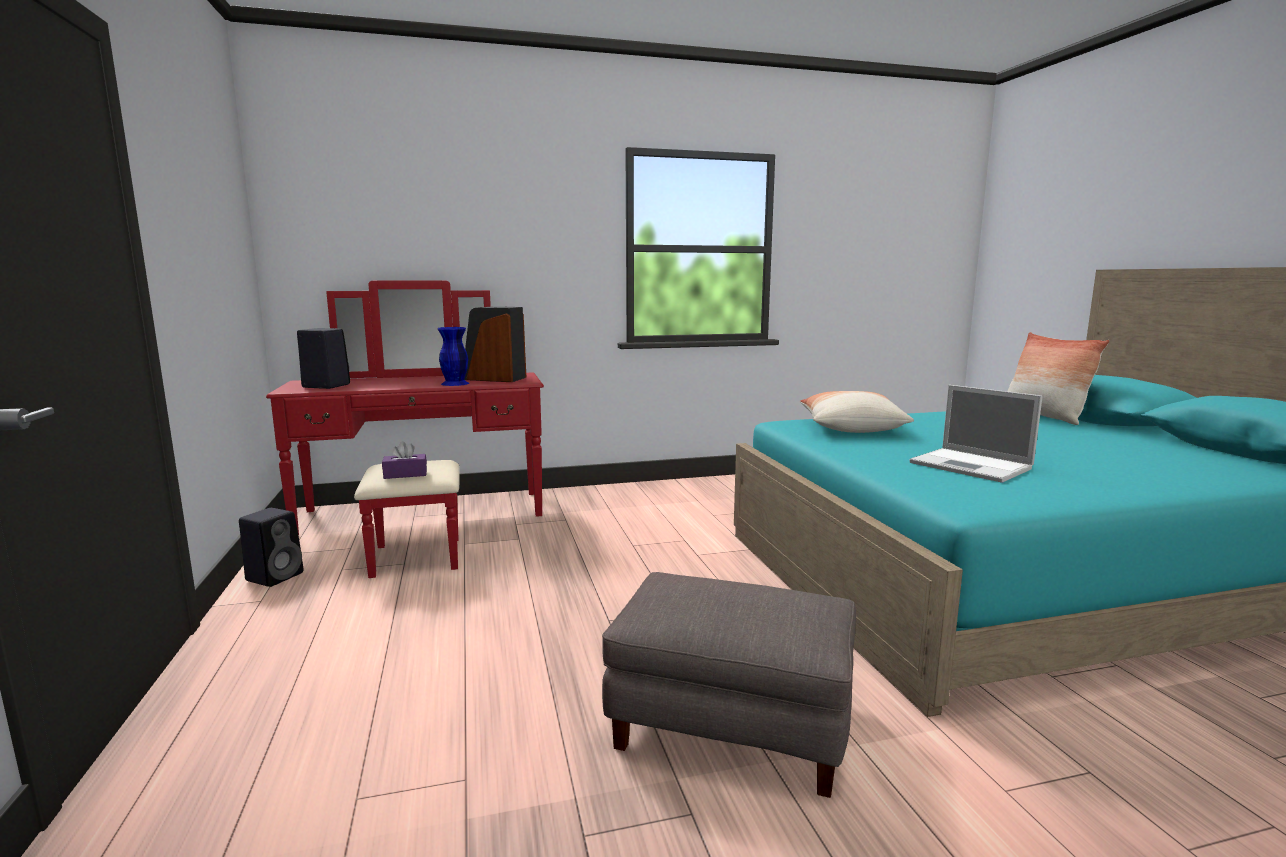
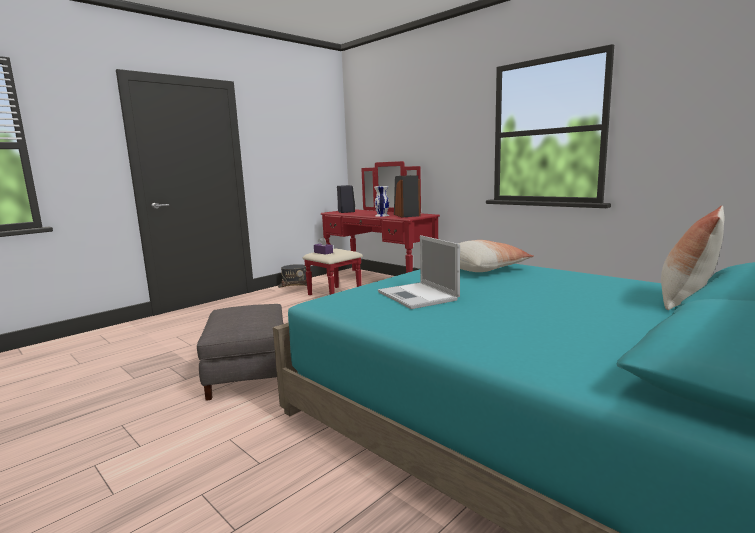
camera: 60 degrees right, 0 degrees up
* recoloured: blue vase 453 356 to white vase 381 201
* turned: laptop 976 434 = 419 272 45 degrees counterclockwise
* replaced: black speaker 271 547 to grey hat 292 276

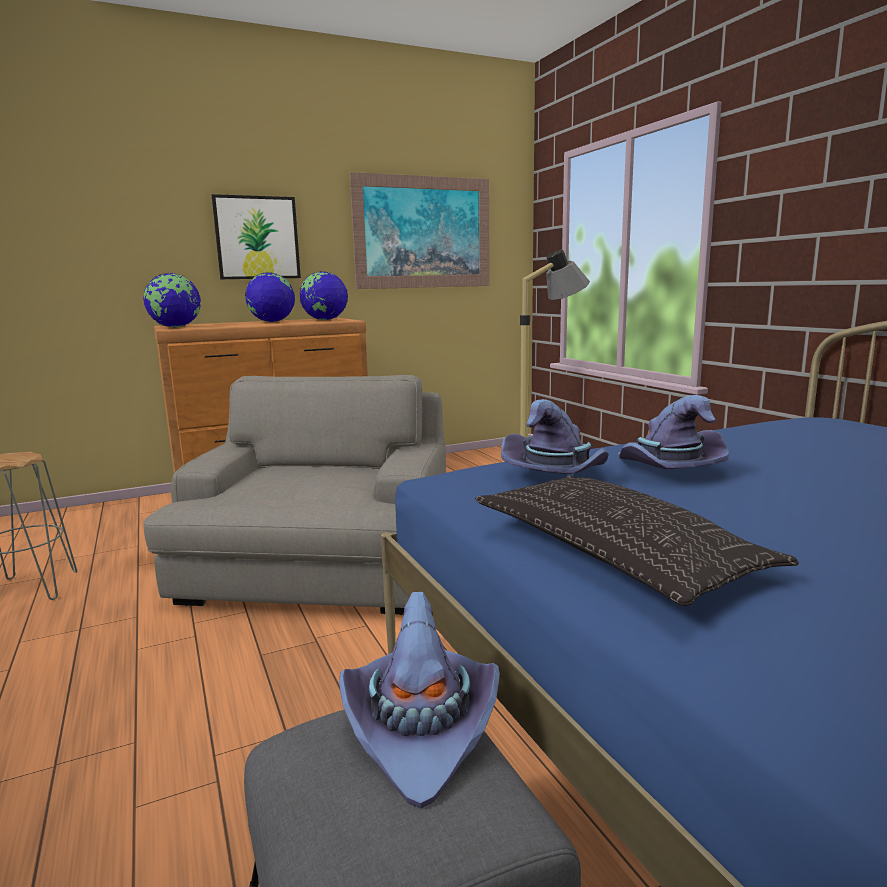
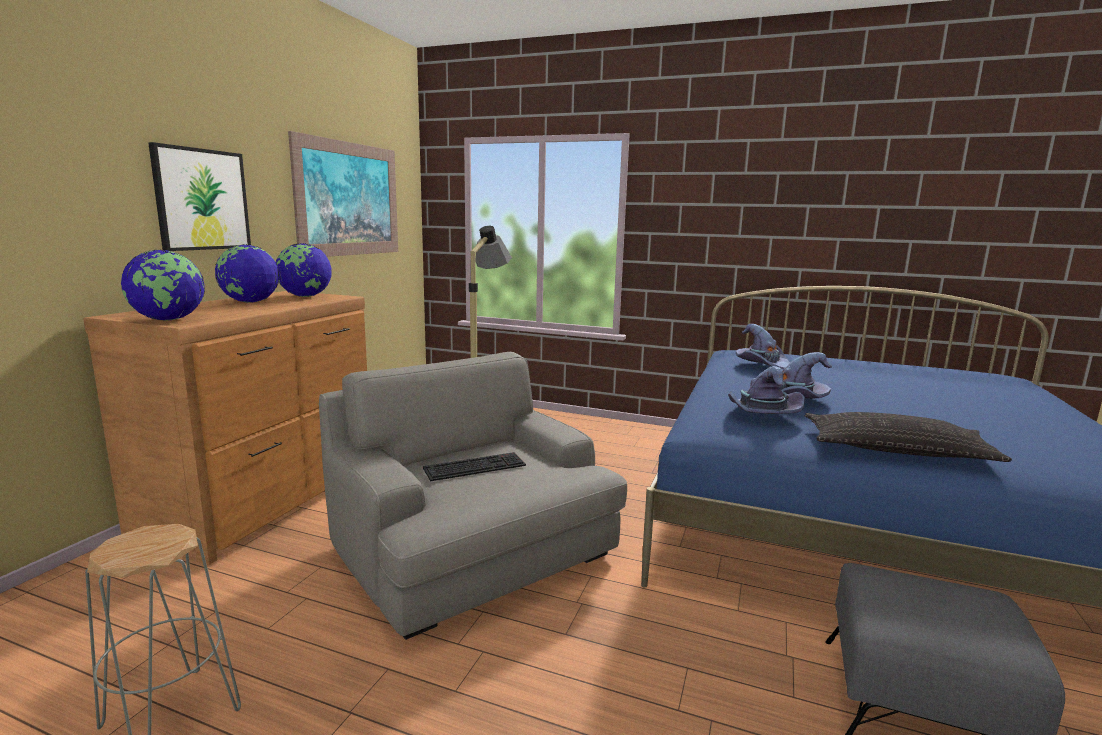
camera: 45 degrees left, 0 degrees up
* moved: purple hat 419 700 to 763 346
* added: keyboard 474 466

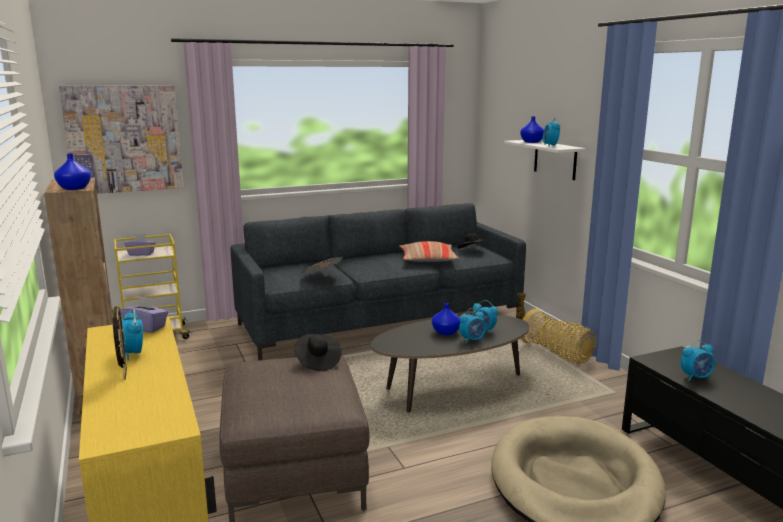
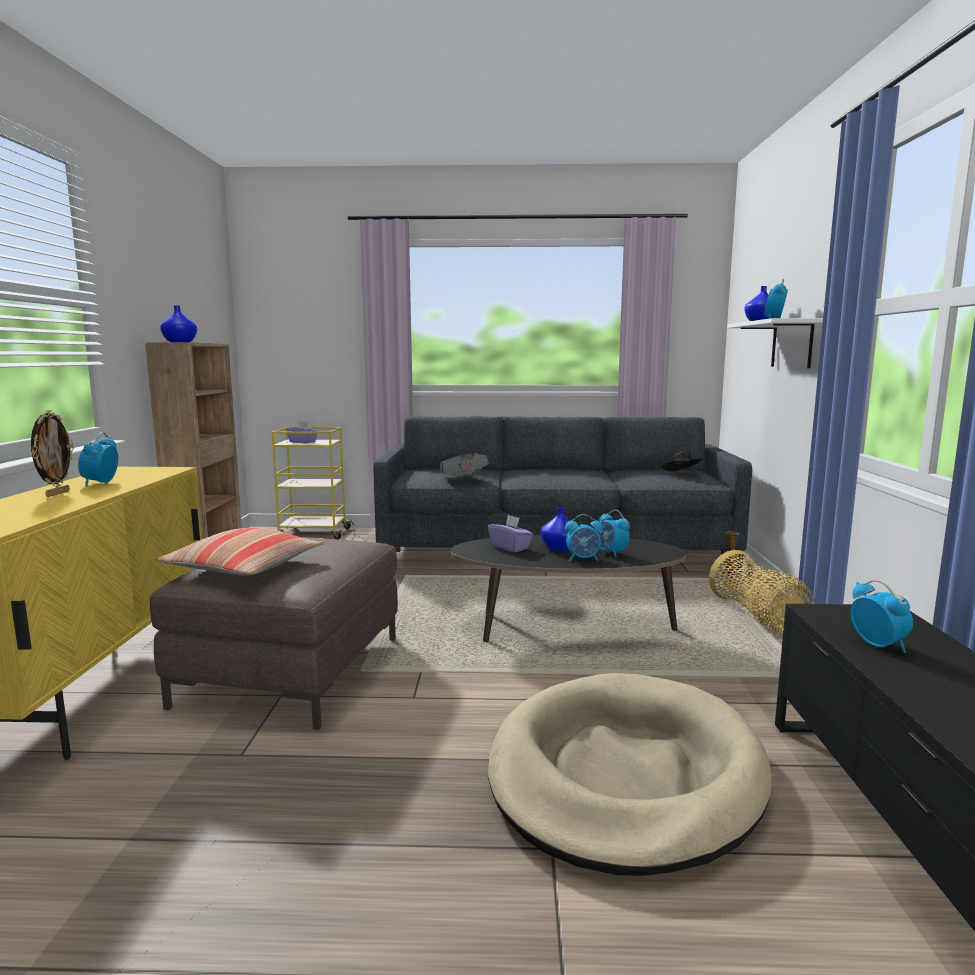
camera: 25 degrees right, 5 degrees down
* removed: picture 121 139
* moved: pillow 429 251 to 240 552
* moved: purple tissue box 144 314 to 510 533
* removed: black hat 318 352
* turned: alarm clock 698 360 = 881 616 120 degrees counterclockwise

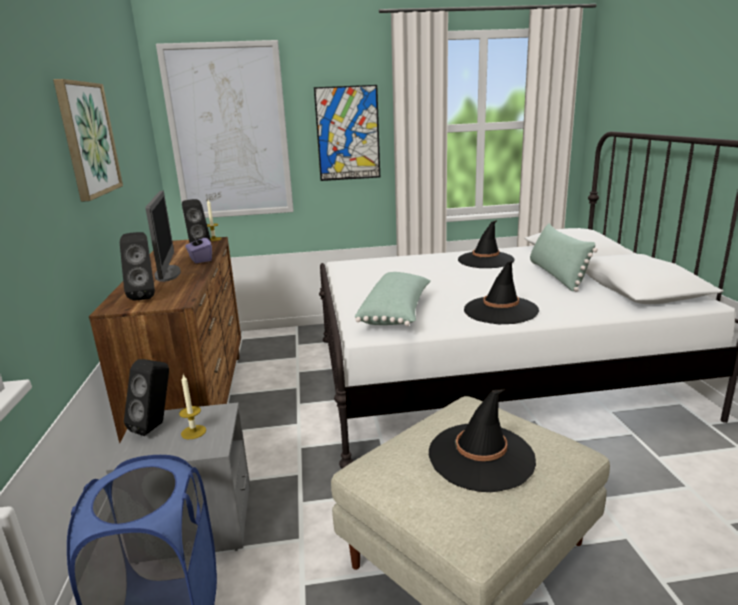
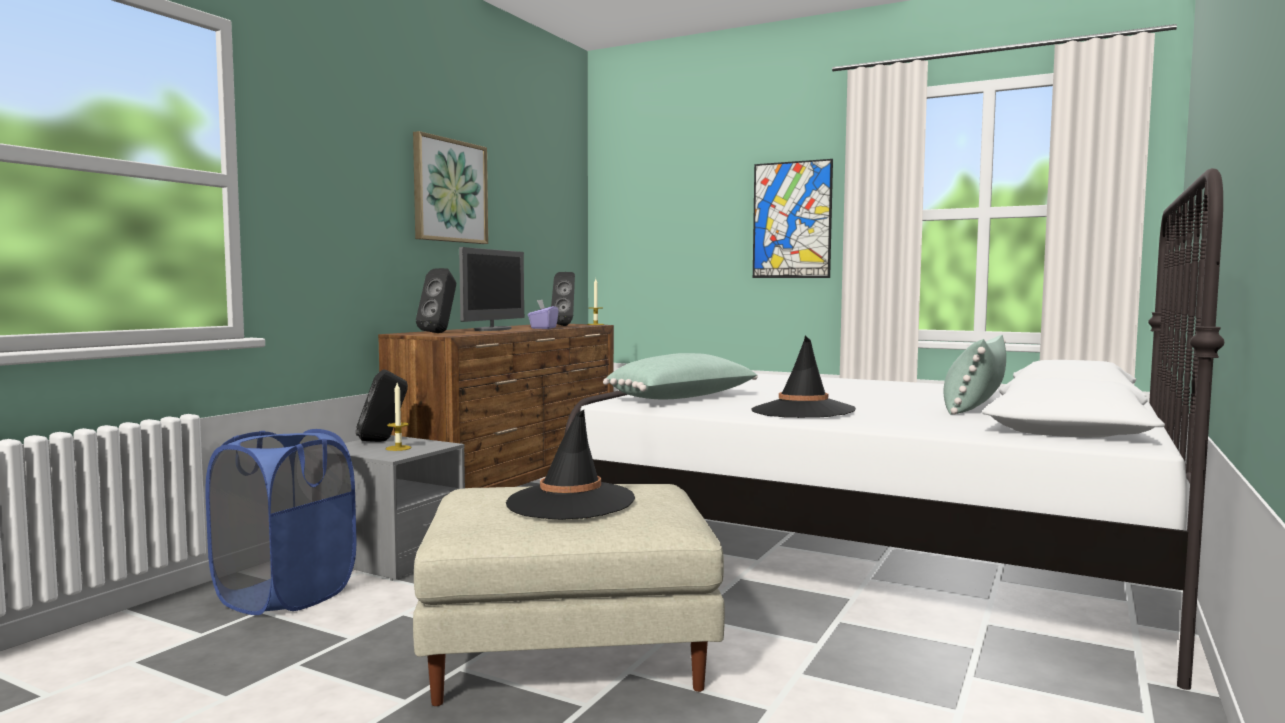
camera: 35 degrees right, 15 degrees down
* removed: picture 225 129
* removed: black hat 486 244

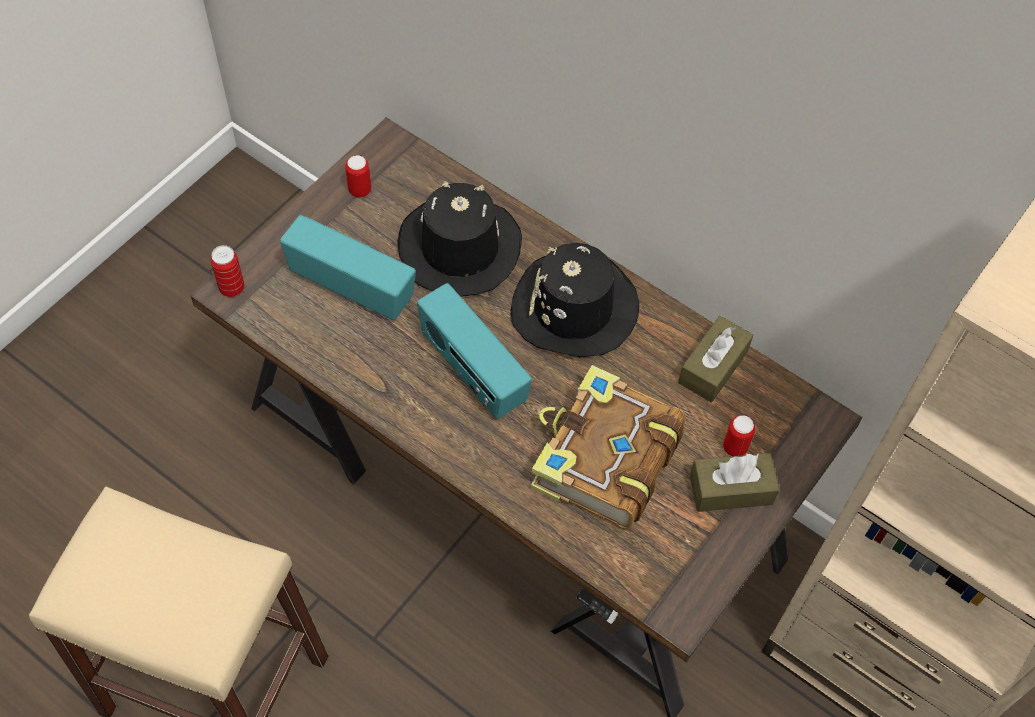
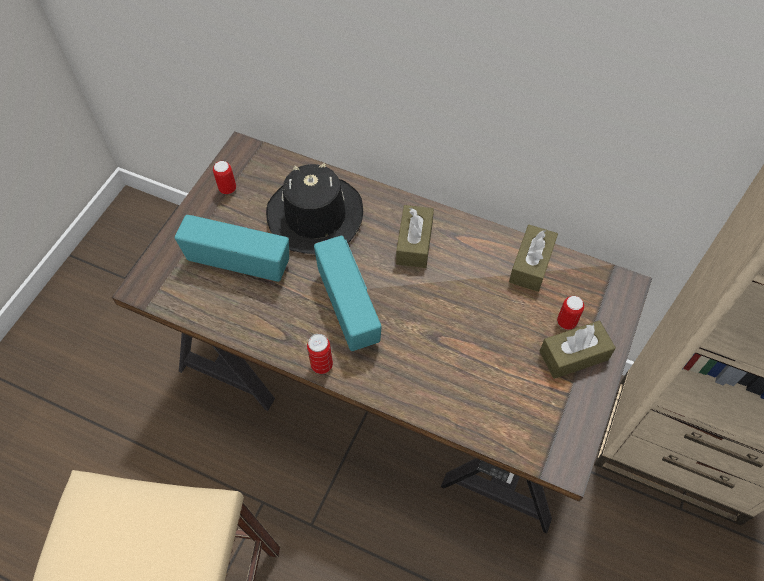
camera: 10 degrees left, 0 degrees up
* replaced: black hat 574 300 to brown tissue box 415 236
* moved: can 228 271 to 320 354
* turned: radio 474 351 = 348 293 150 degrees counterclockwise
* removed: book 608 447

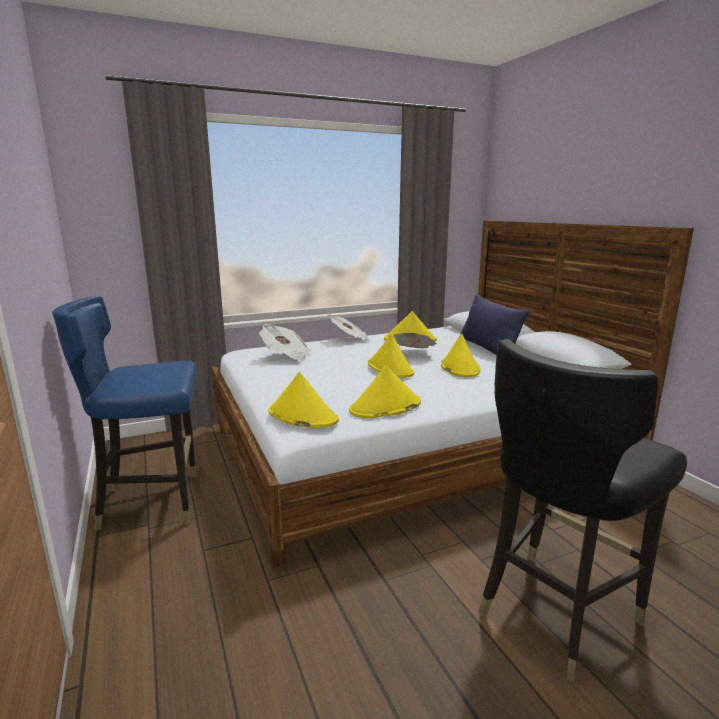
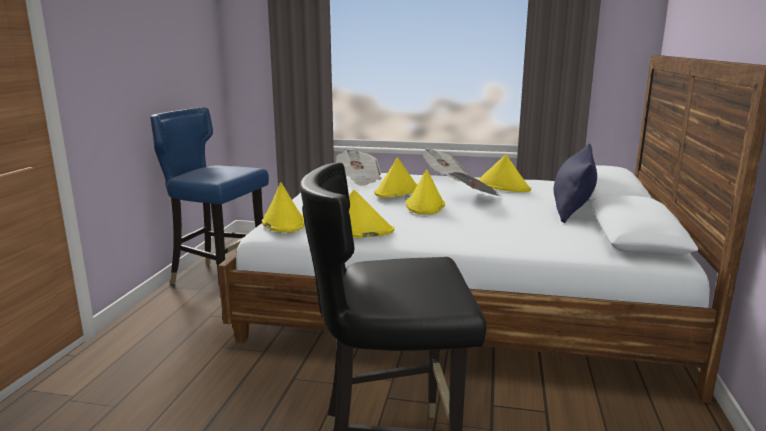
camera: 35 degrees right, 0 degrees up
* moved: yellow hat 461 355 to 396 177

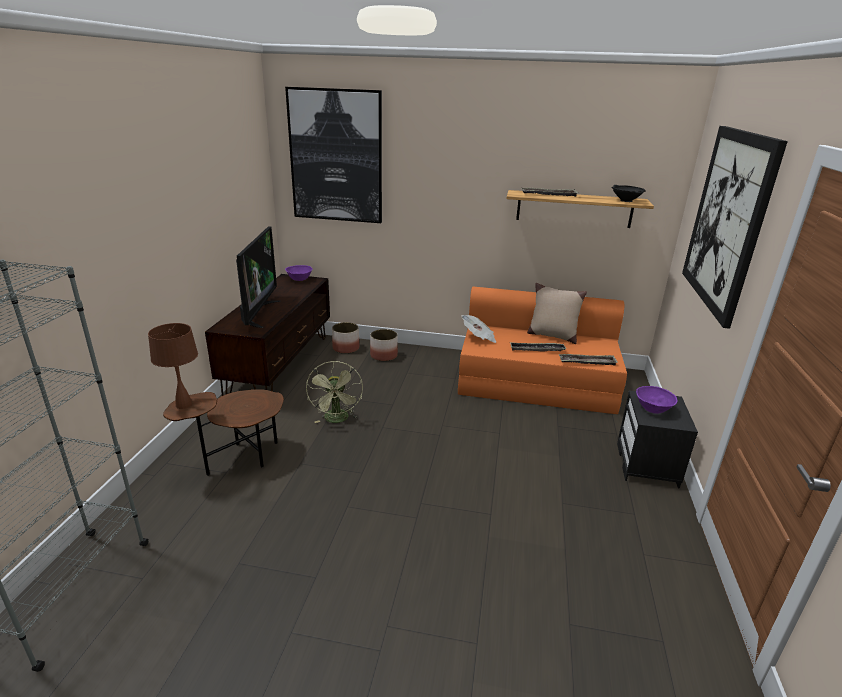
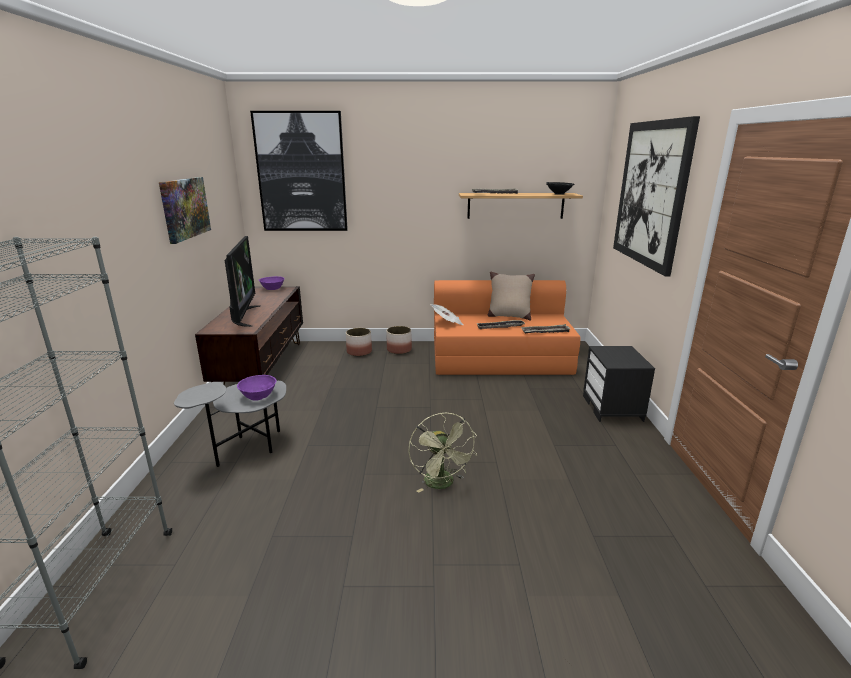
camera: 10 degrees left, 5 degrees down
* moved: planter 345 338 to 399 340
* removed: brown table lamp 173 366
* moved: green fan 334 392 to 442 452
* moved: purple bowl 656 400 to 257 388
* recoloured: brown side table 223 432 to grey side table 230 424
* added: picture 185 210

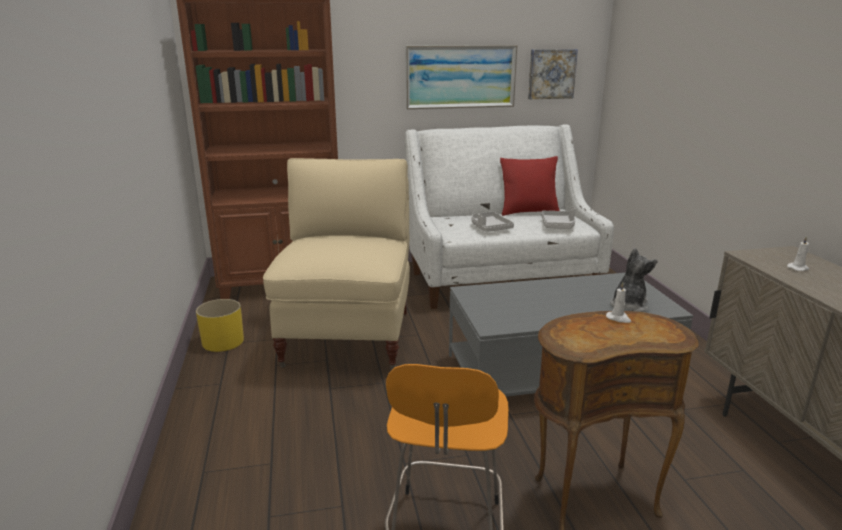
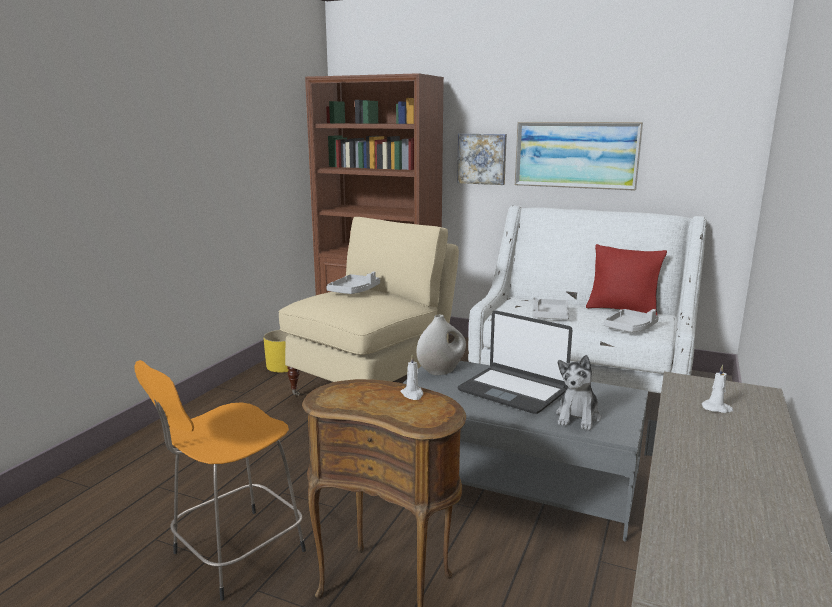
camera: 35 degrees right, 5 degrees down
* moved: picture 553 74 to 482 159
* turned: plush toy 634 280 = 578 392 135 degrees clockwise
* added: grey tray 353 282
* added: laptop 515 362
* added: white vase 441 345

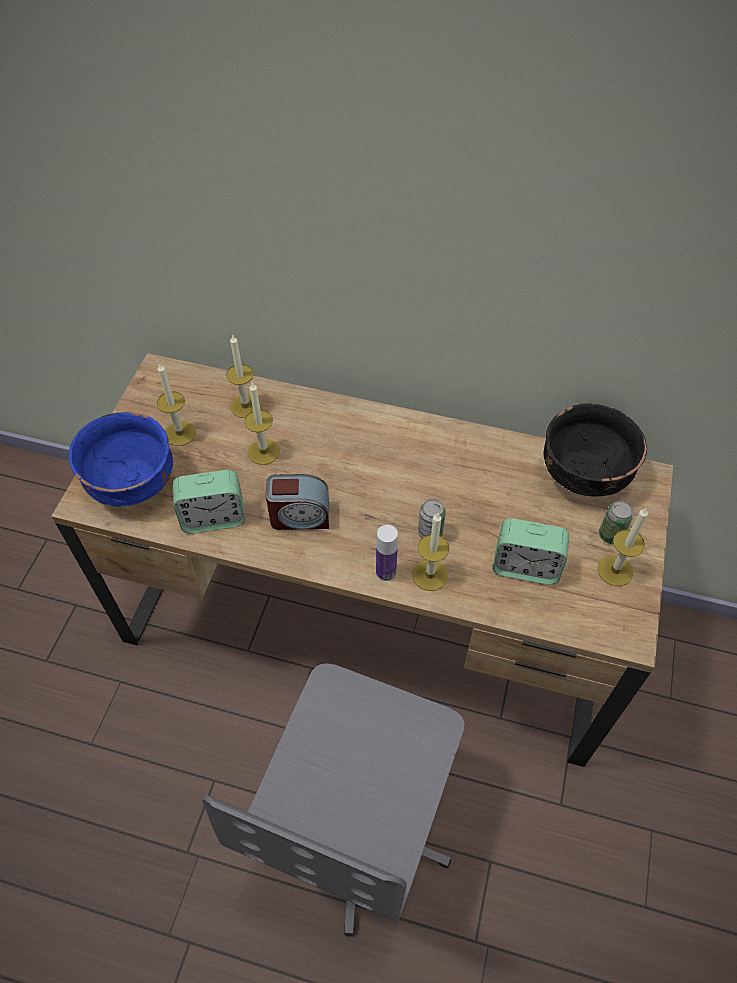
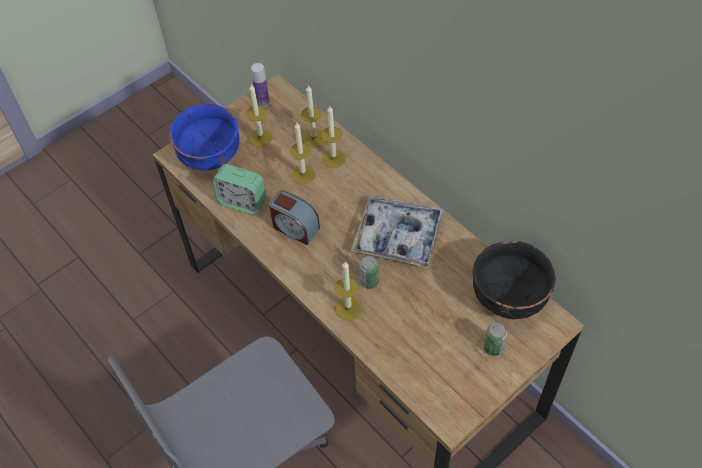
camera: 35 degrees right, 0 degrees up
* moved: candle 623 546 to 333 137
* removed: alarm clock 531 551
* moved: bottle 387 553 to 260 85
* added: tray 397 231

